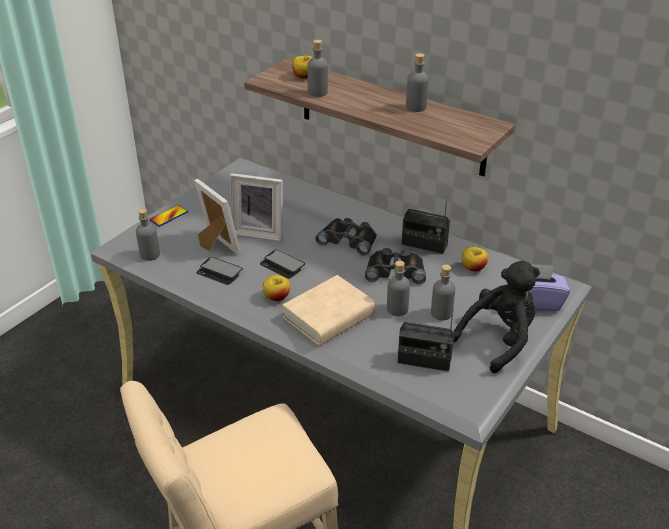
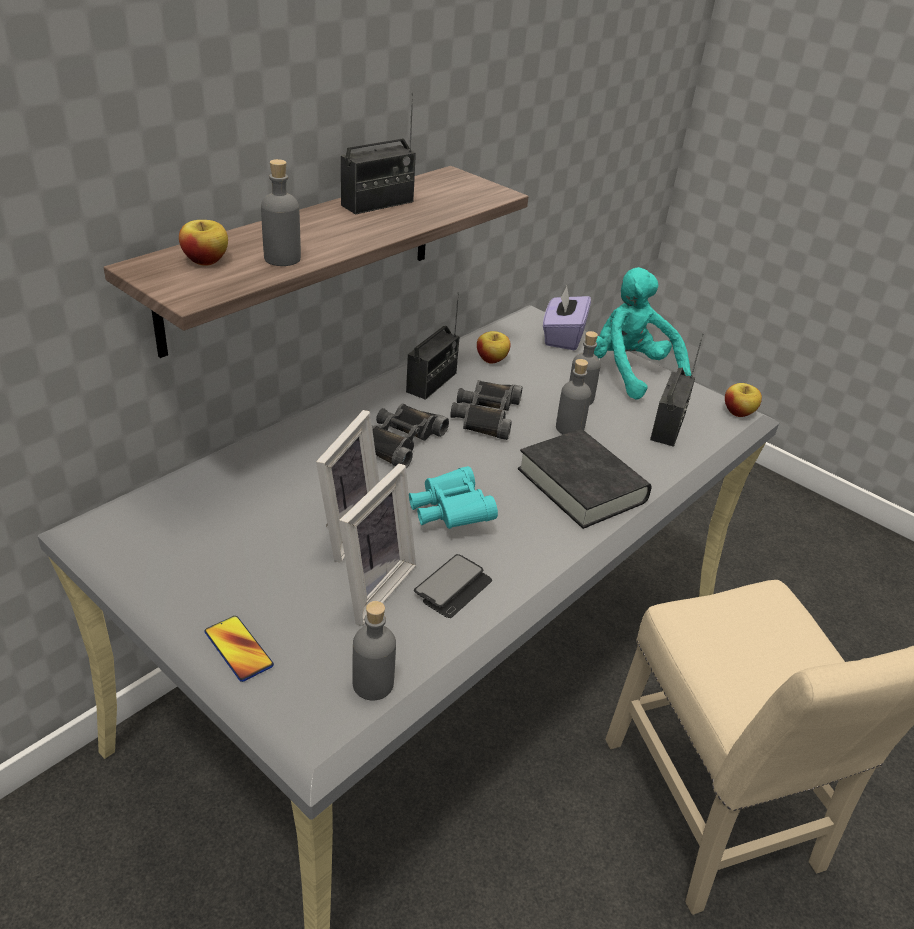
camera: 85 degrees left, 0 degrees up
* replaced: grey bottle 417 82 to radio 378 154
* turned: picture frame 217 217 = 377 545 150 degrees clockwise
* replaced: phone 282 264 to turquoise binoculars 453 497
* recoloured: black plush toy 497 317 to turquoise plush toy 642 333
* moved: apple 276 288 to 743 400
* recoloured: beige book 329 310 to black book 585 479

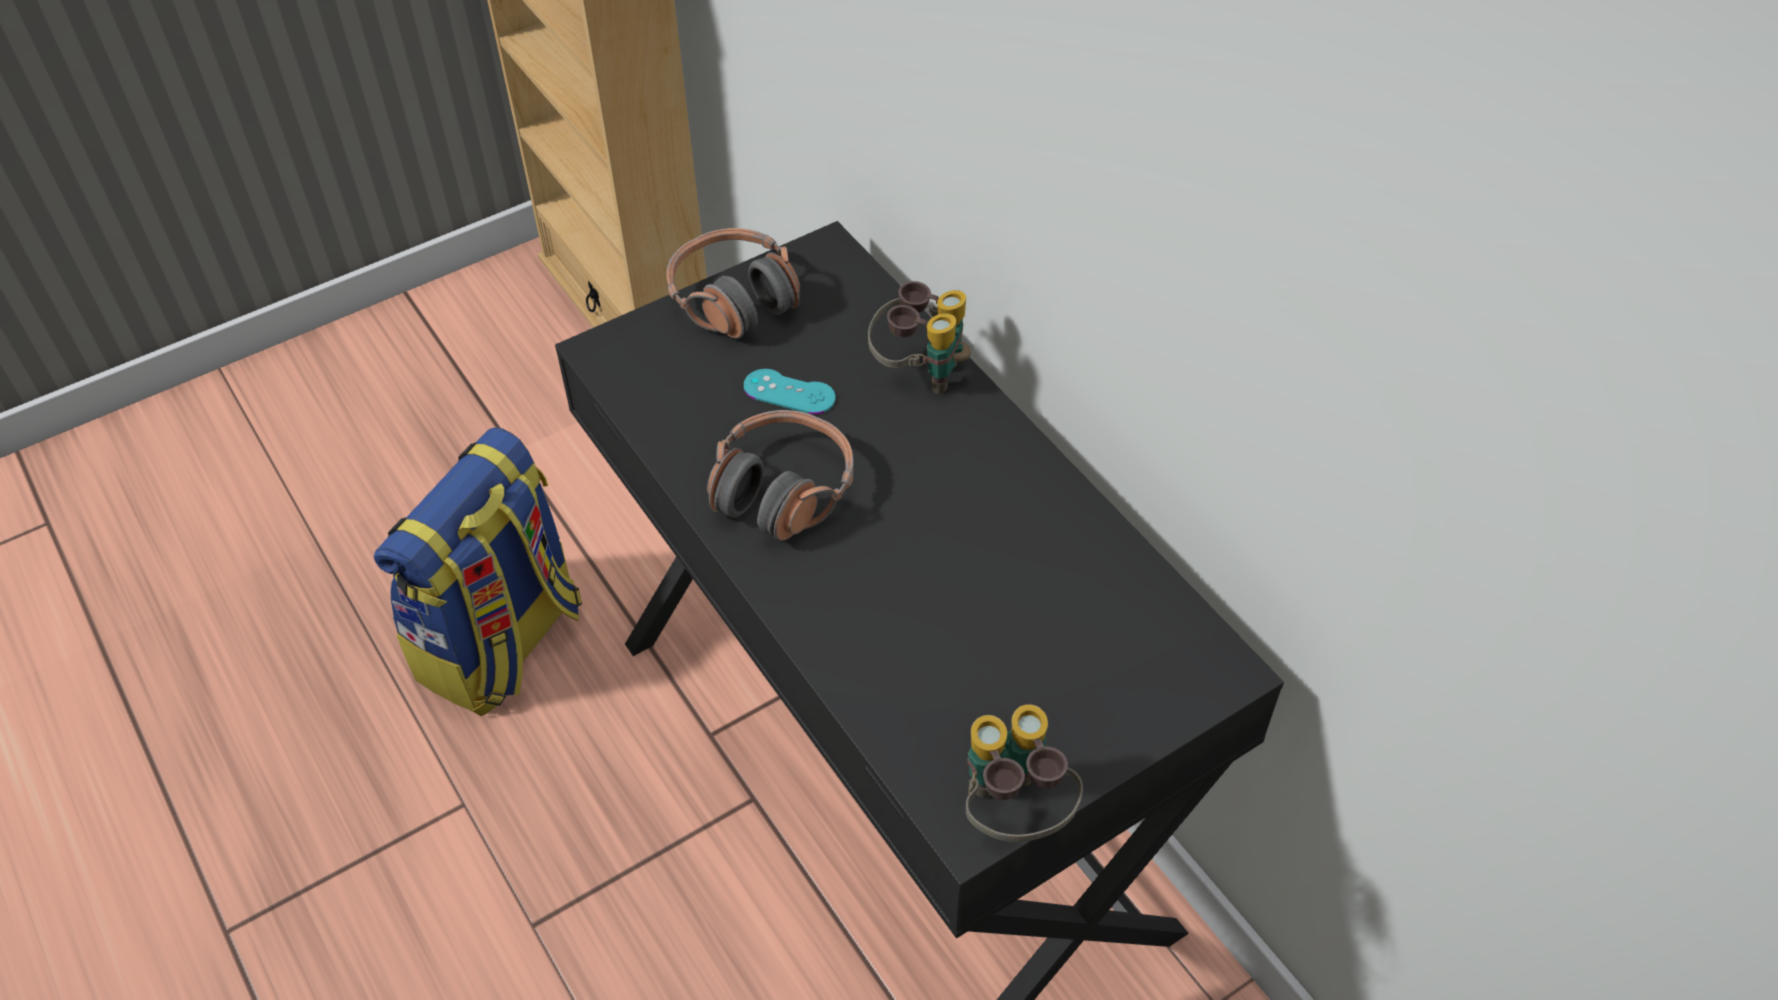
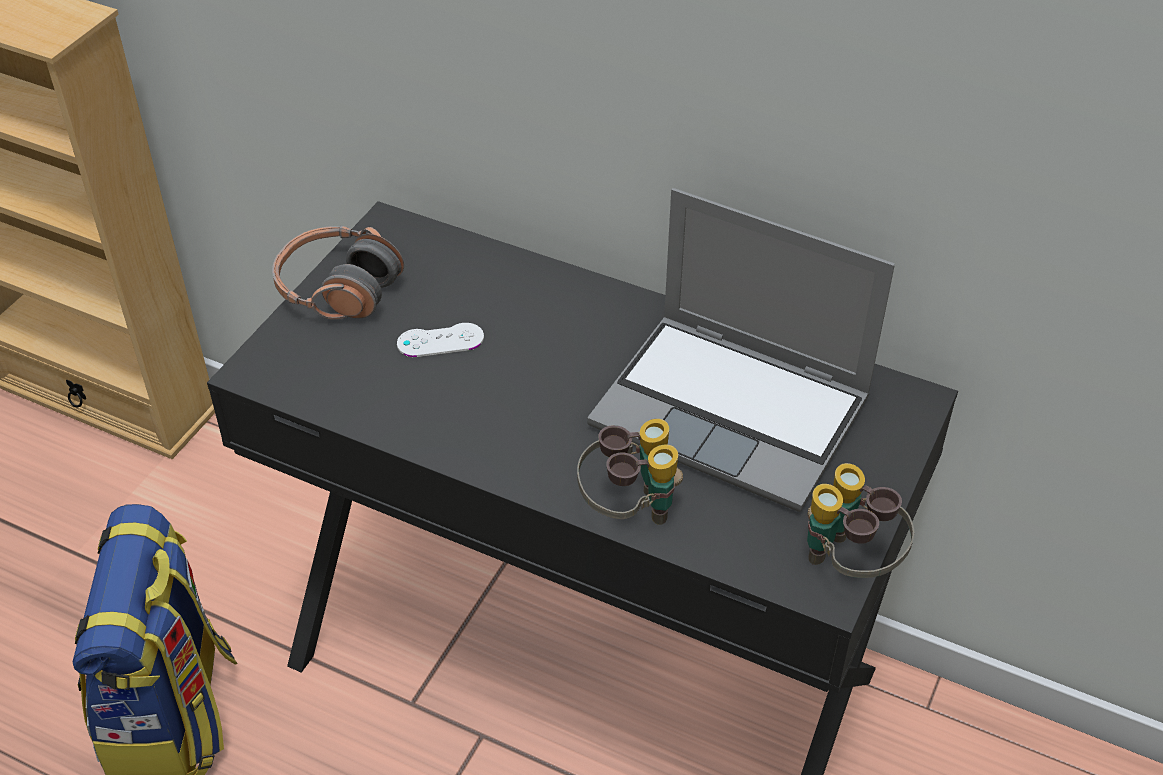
camera: 30 degrees left, 5 degrees down
* moved: binoculars 919 337 to 630 472
* recoloured: turquoise game controller 790 391 to white game controller 440 340
* removed: headphones 780 475
* added: laptop 741 350

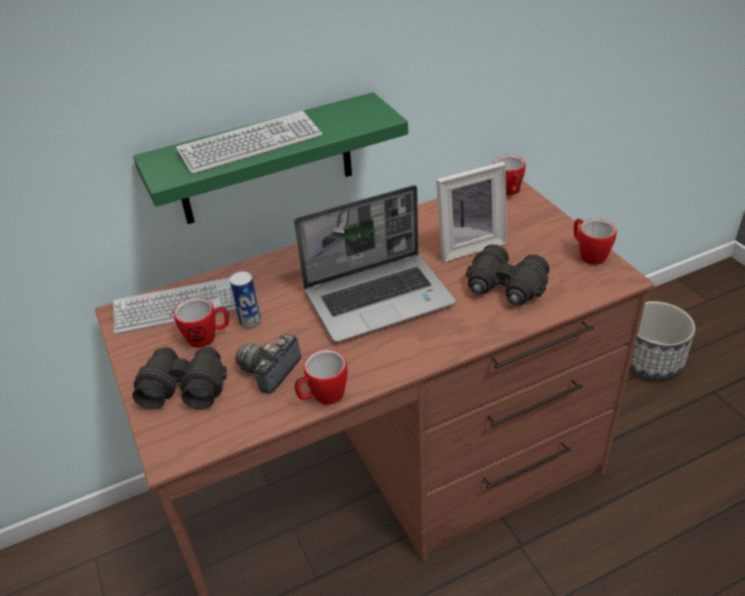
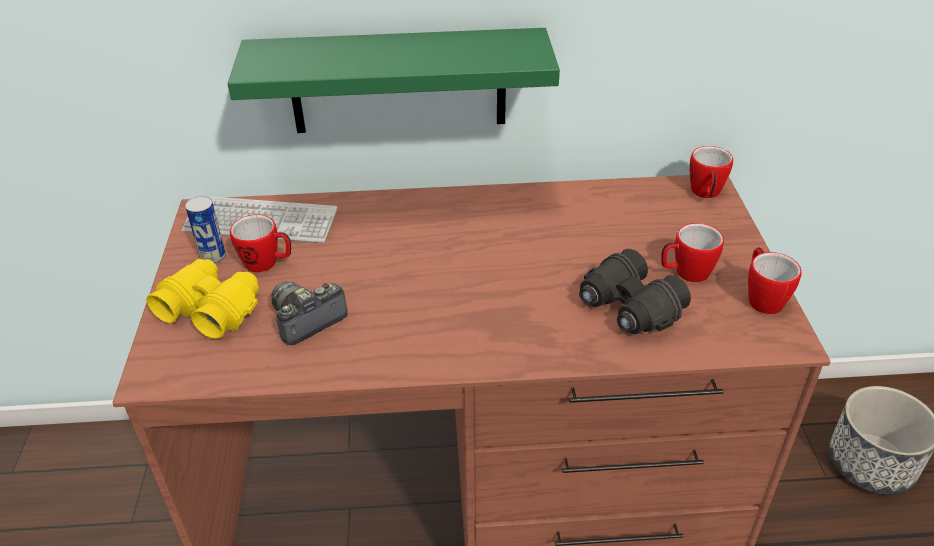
camera: 20 degrees right, 0 degrees up
* removed: keyboard 249 142
* removed: picture frame 471 212
* removed: laptop 375 263
* moved: can 245 299 to 205 230
* recoloured: black binoculars 179 378 to yellow binoculars 202 299
* moved: mug 321 377 to 692 252

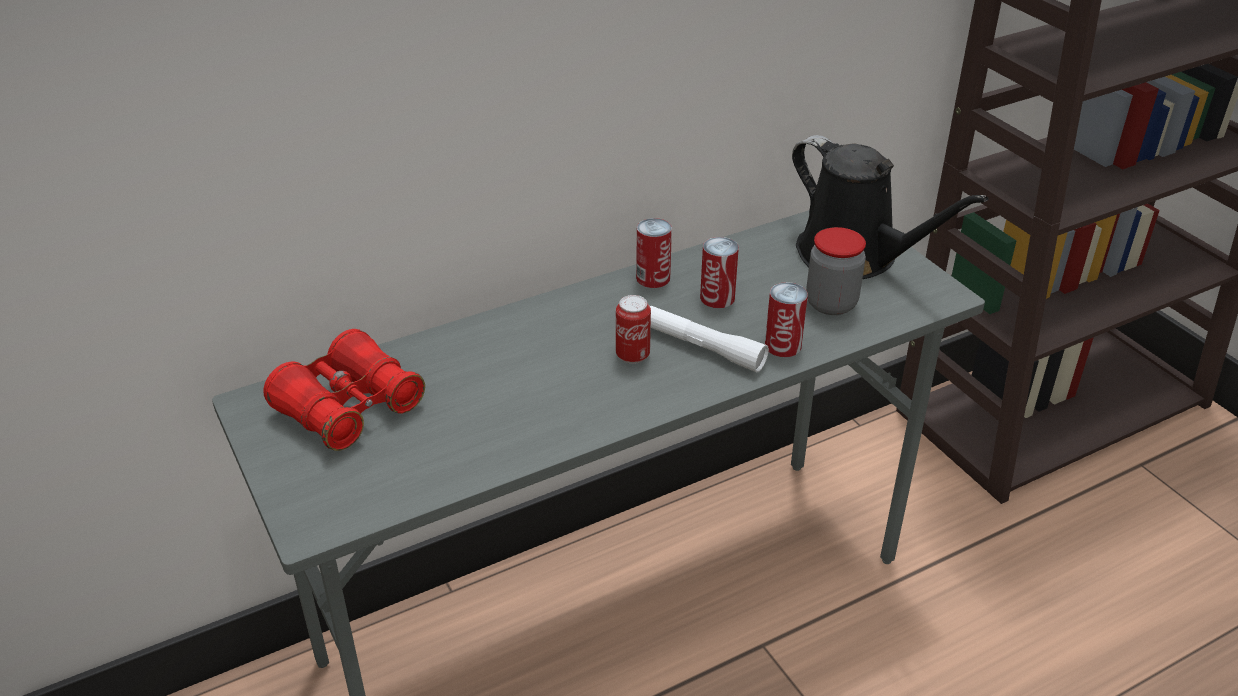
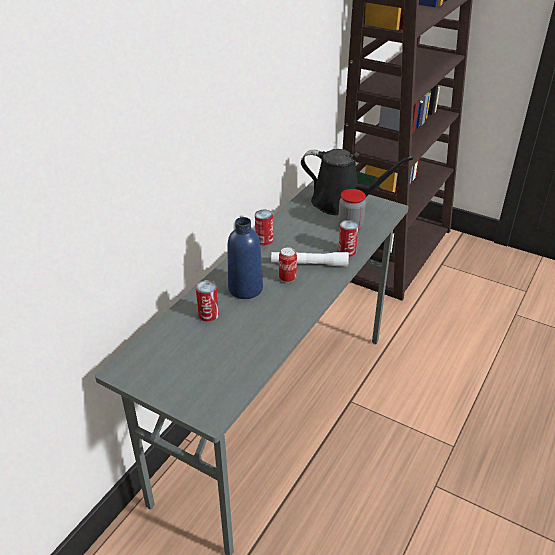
camera: 30 degrees left, 0 degrees up
* moved: can 719 272 to 207 301
* removed: red binoculars 344 390
* added: blue bottle 245 258

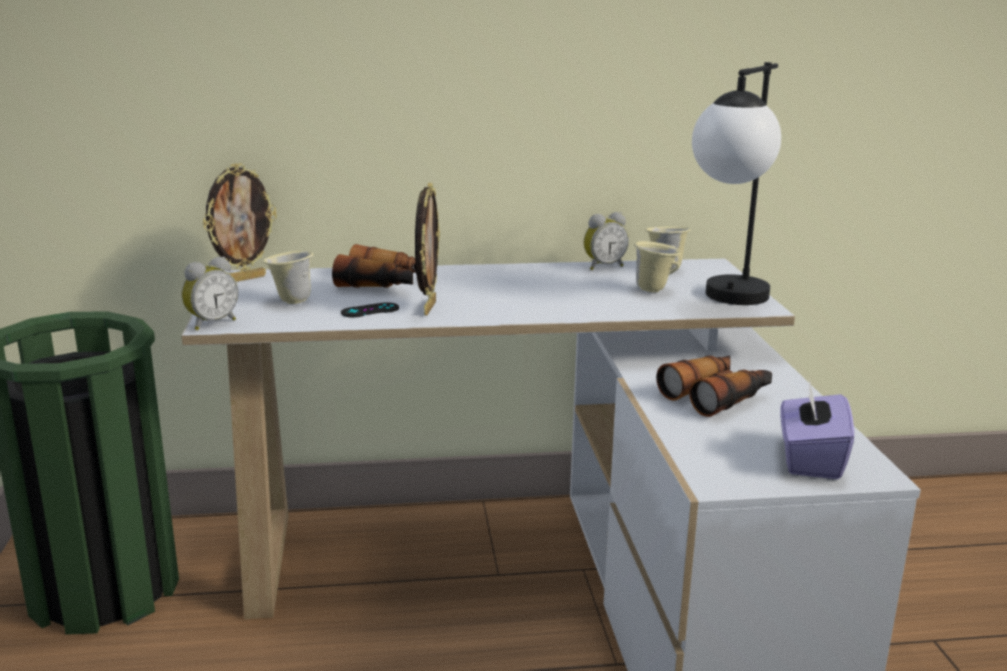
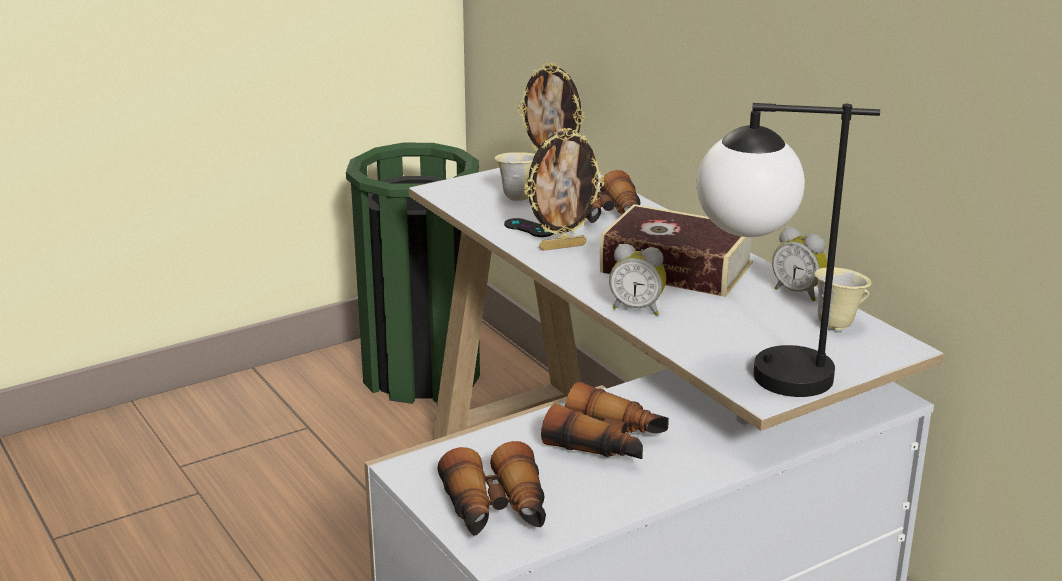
camera: 65 degrees right, 5 degrees up
* removed: beige mug 657 266
* moved: alarm clock 210 293 to 637 279
* replaced: purple tissue box 817 429 to binoculars 492 488
* added: book 676 250

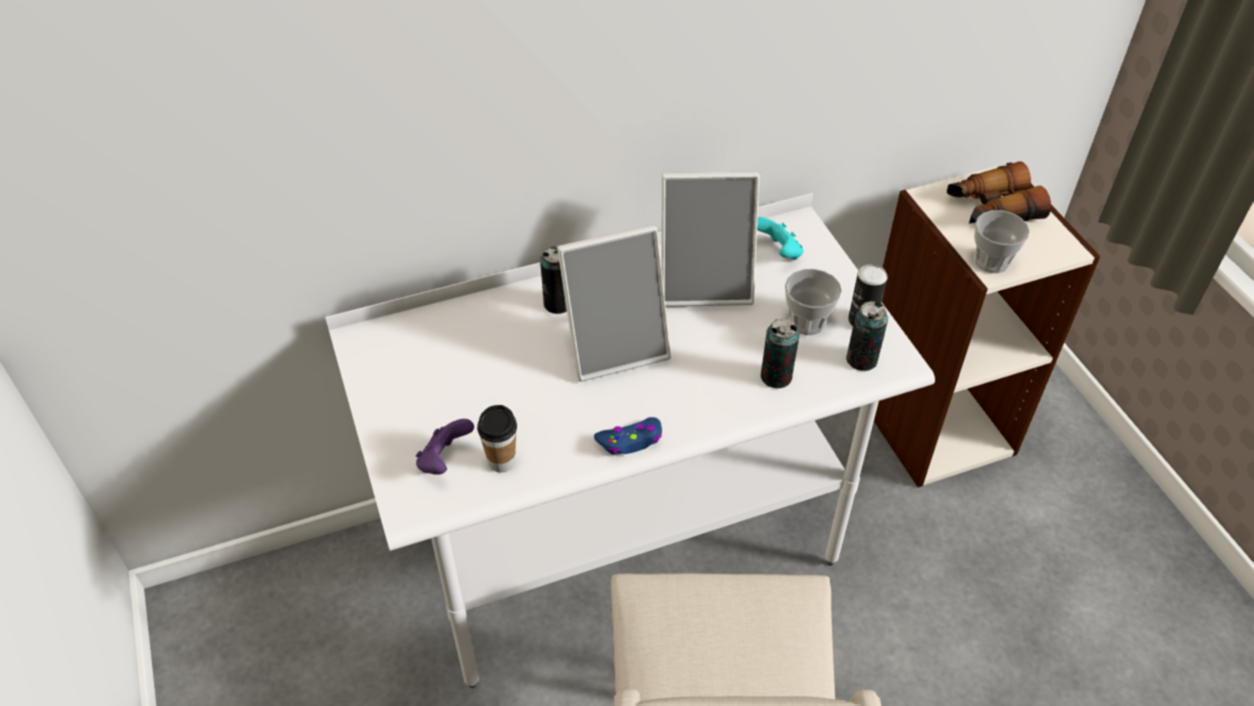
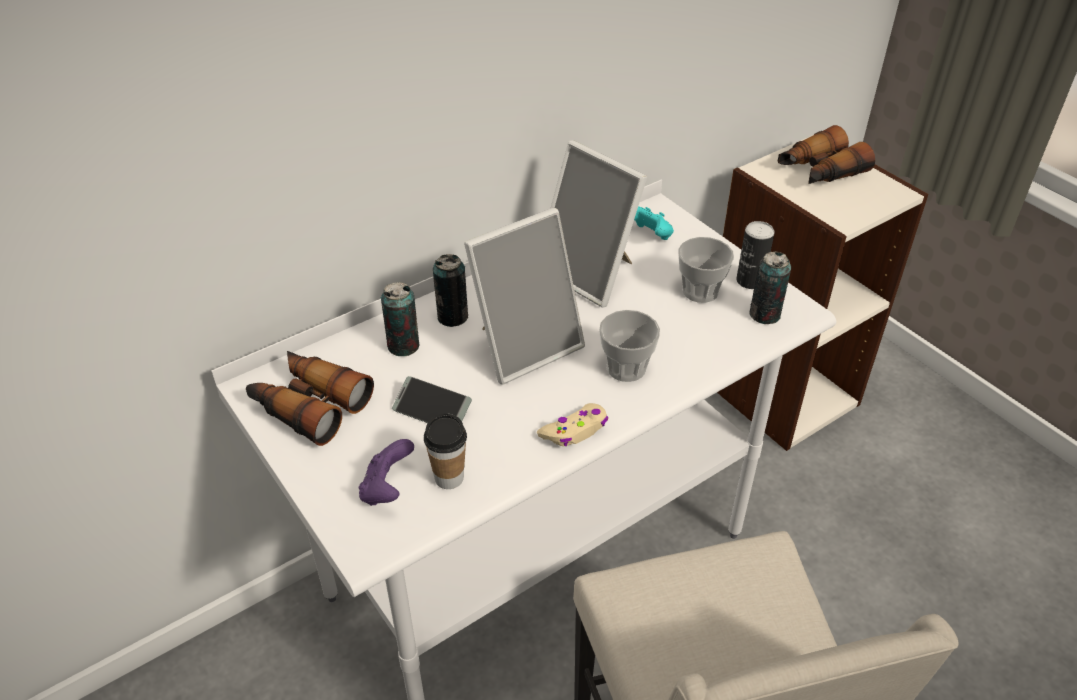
camera: 15 degrees left, 5 degrees down
* turned: picture frame 710 239 = 598 223 60 degrees clockwise
* moved: cup 1002 241 to 629 346
* moved: can 780 354 to 400 319
* recoloured: blue game controller 628 436 to beige game controller 572 424
* added: binoculars 310 398
* added: phone 432 399

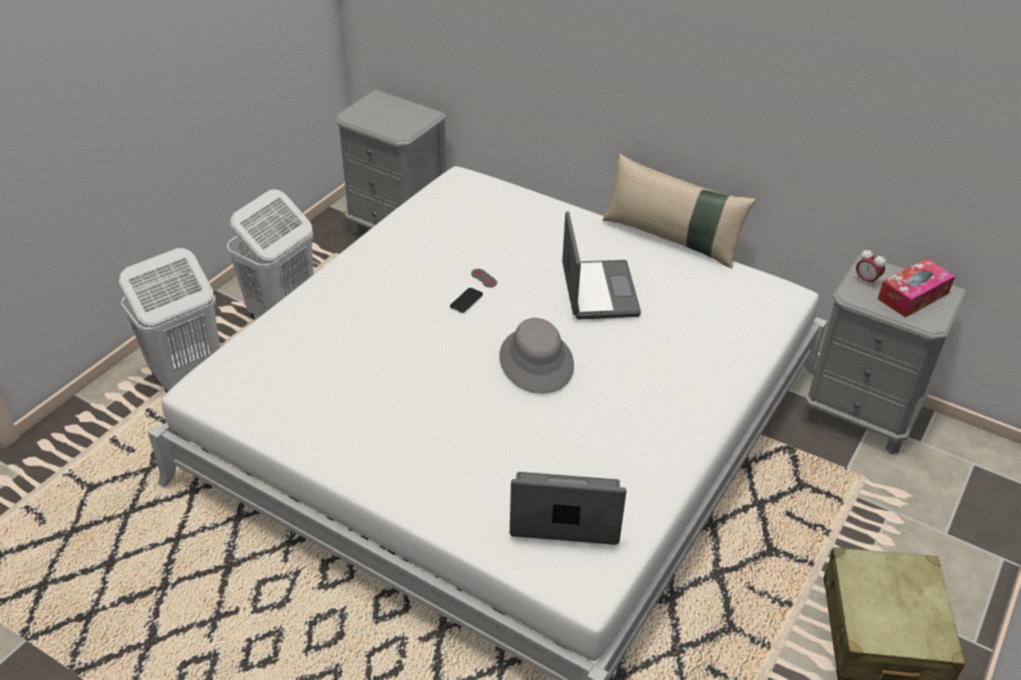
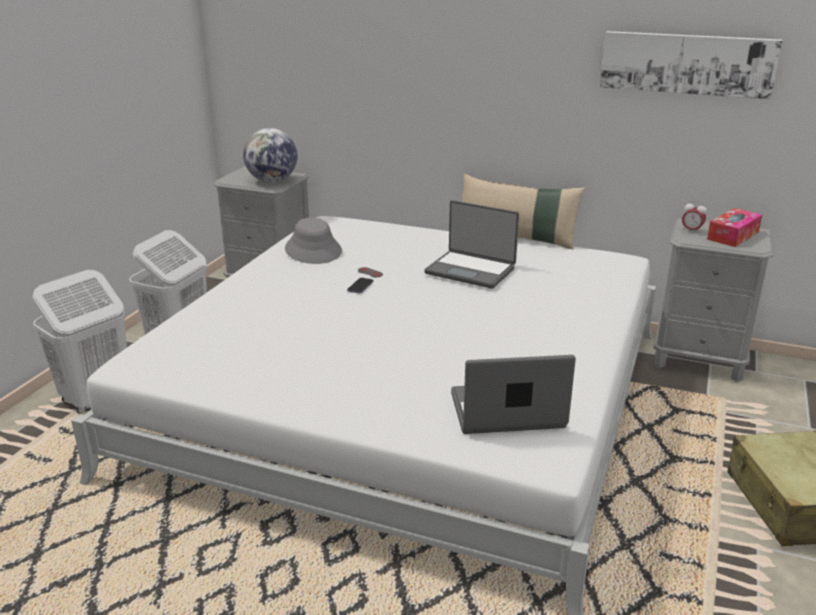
camera: 10 degrees left, 15 degrees down
* turned: laptop 601 266 = 471 244 135 degrees clockwise
* moved: grey hat 536 356 to 313 241
* added: picture 691 65
* added: globe 270 155

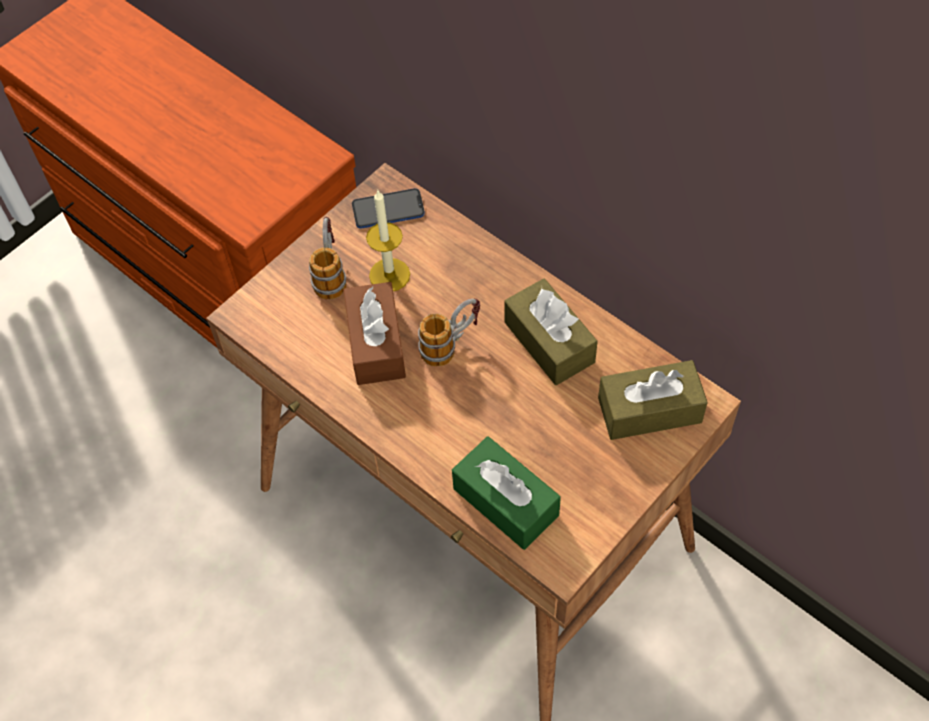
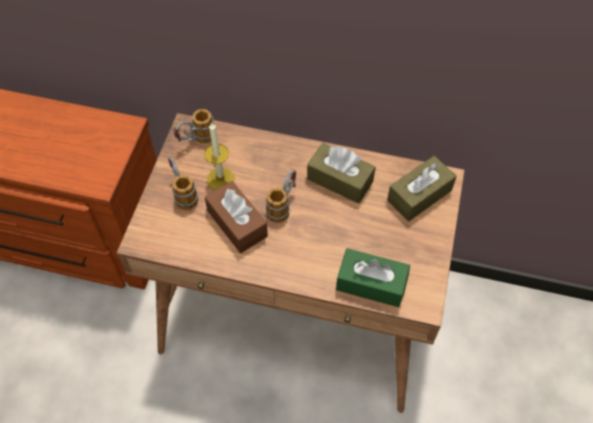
camera: 30 degrees left, 0 degrees up
* replaced: phone 388 208 to mug 194 126

